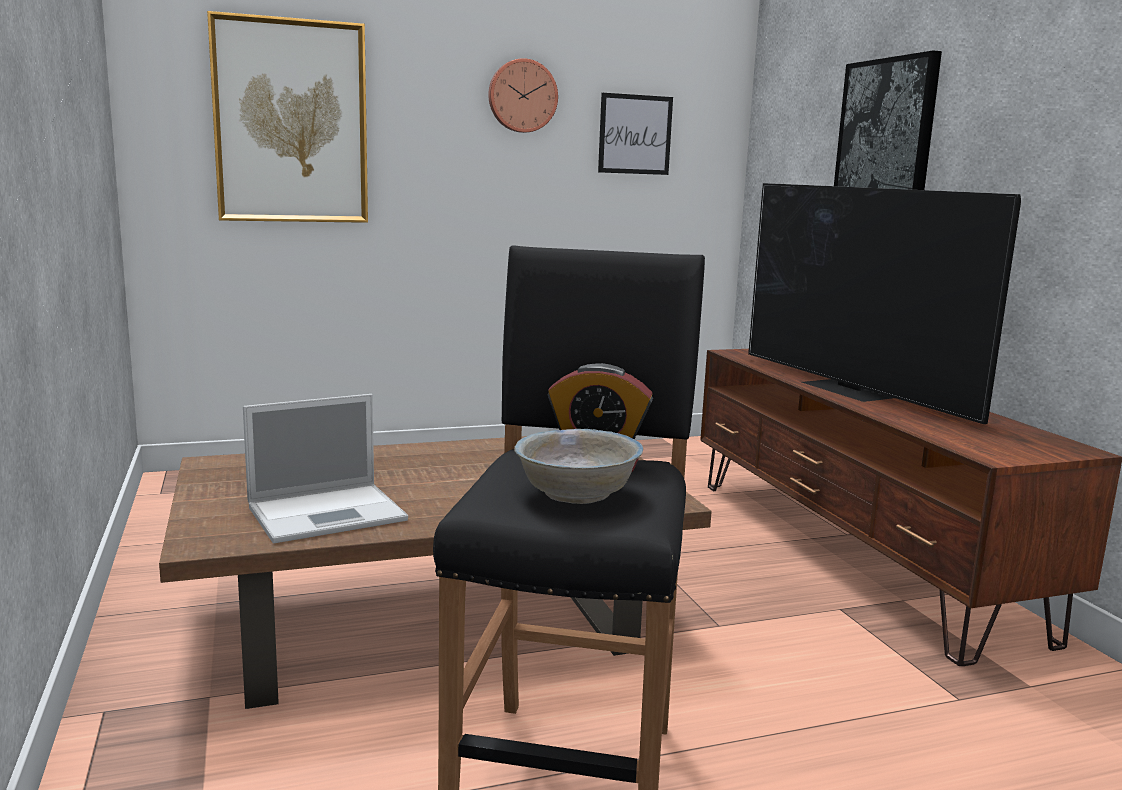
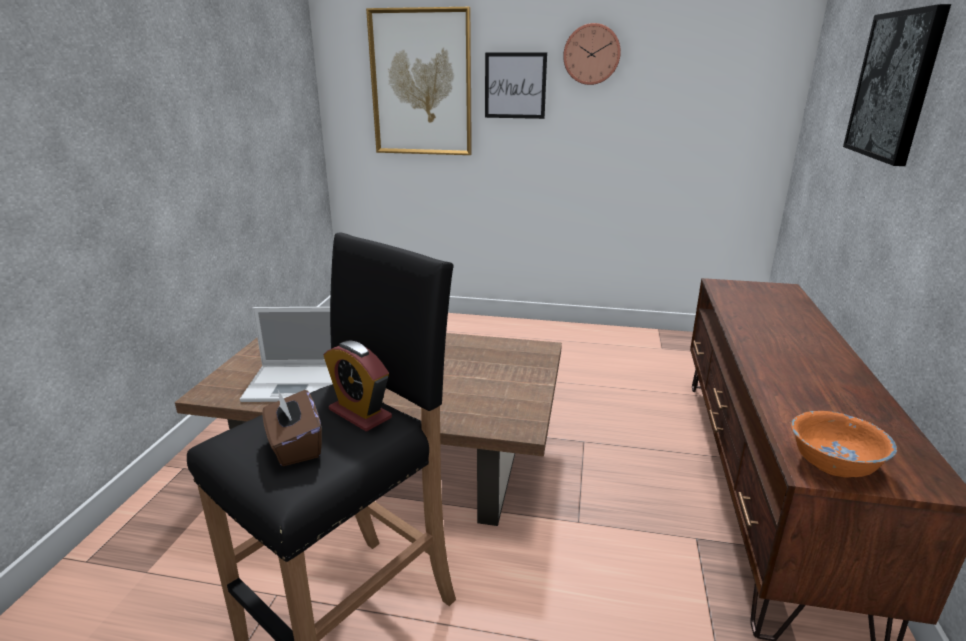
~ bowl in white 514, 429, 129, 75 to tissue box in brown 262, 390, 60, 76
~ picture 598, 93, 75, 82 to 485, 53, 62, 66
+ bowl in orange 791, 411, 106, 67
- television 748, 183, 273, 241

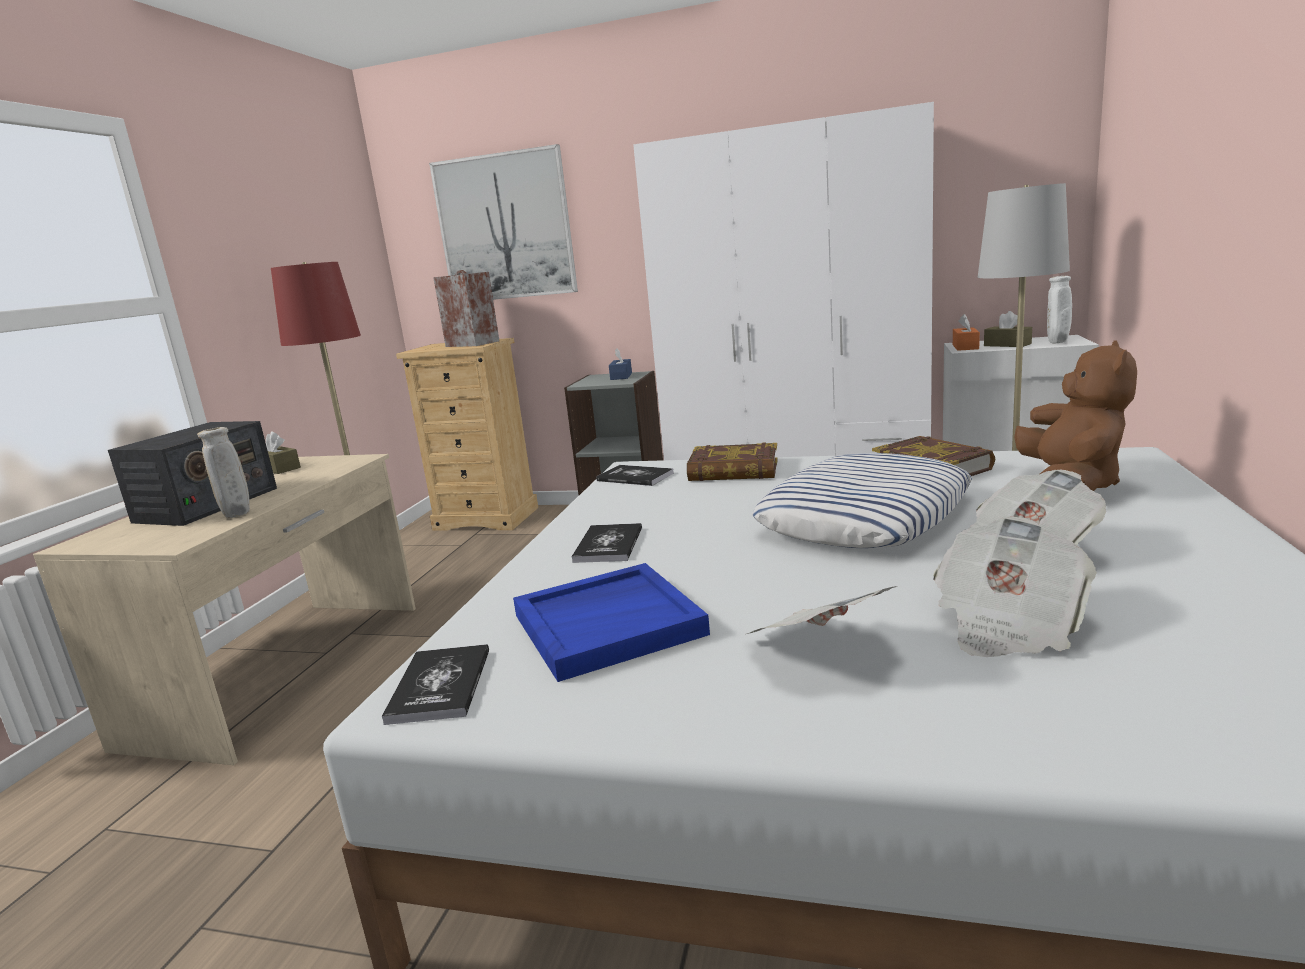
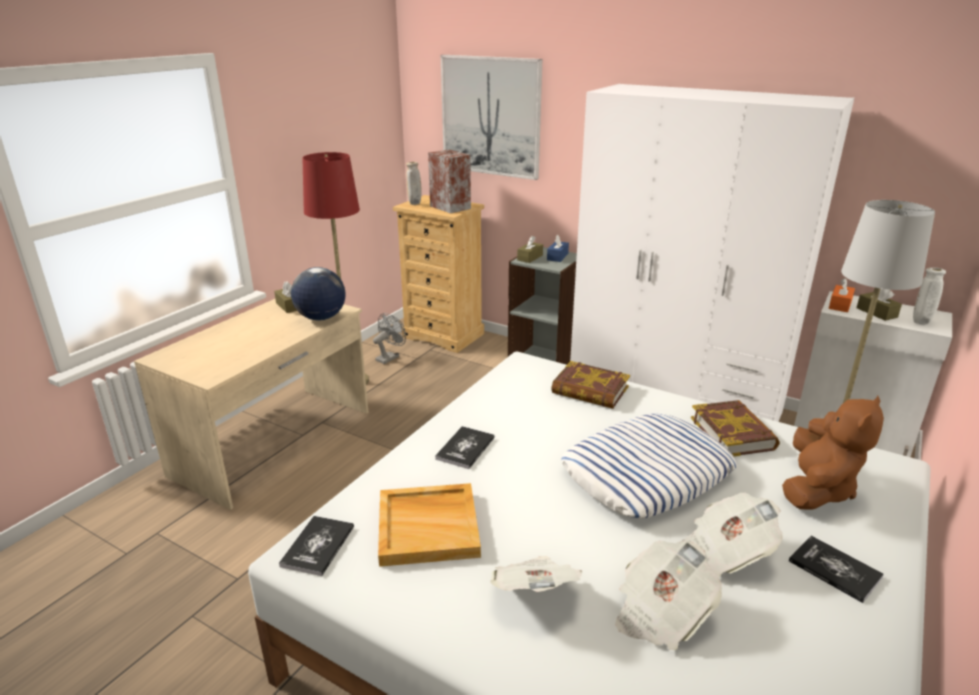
+ globe 291, 267, 54, 54
+ fan in grey 373, 313, 33, 51
~ tray in blue 513, 563, 197, 119 to tray in beige 378, 483, 103, 84
~ vase in beige 197, 427, 53, 91 to 406, 162, 16, 43
+ tissue box in brown 517, 236, 26, 27
~ book 596, 465, 78, 21 to 789, 536, 95, 67
- radio 108, 421, 169, 105

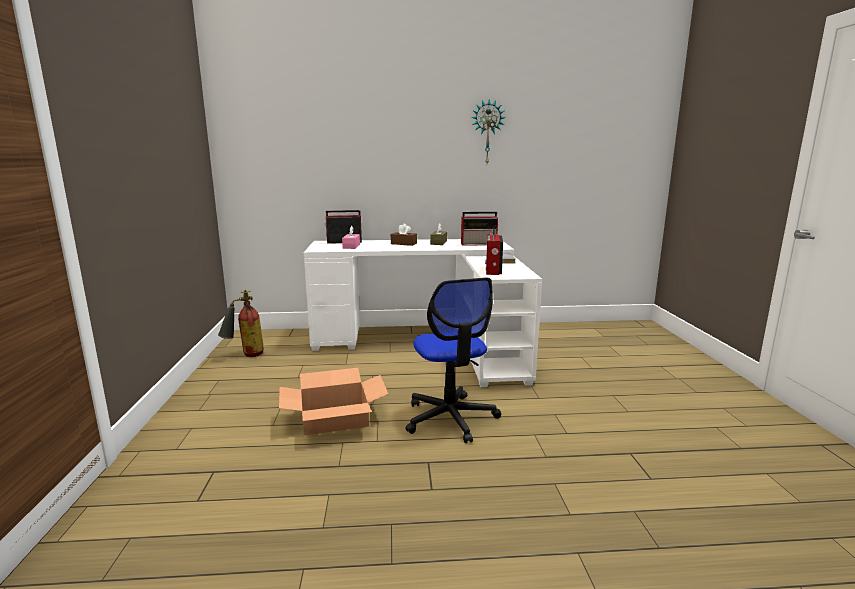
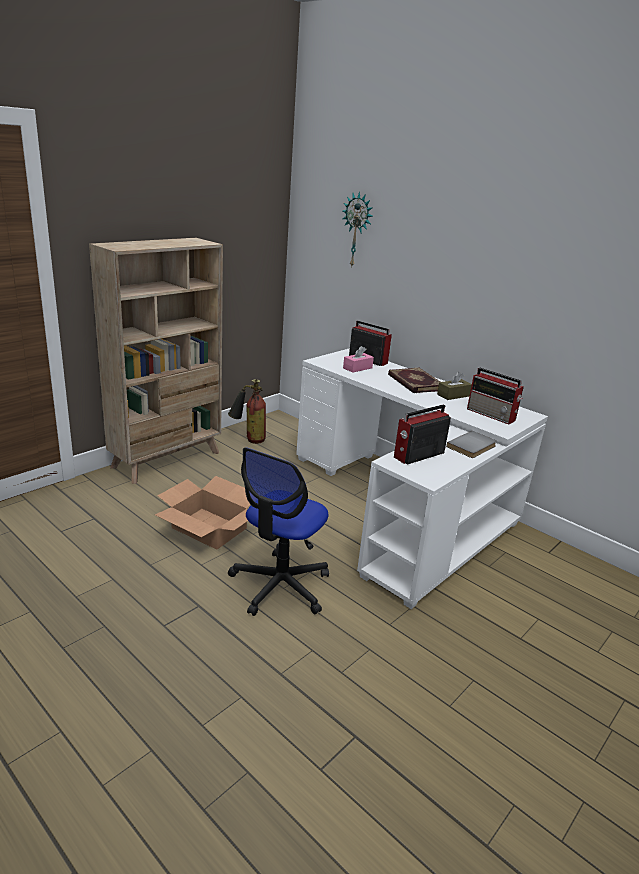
+ bookcase in beige 89, 238, 134, 246
~ wall clock 471, 99, 35, 65 to 342, 191, 31, 77
~ tissue box in brown 391, 224, 26, 22 to book 388, 368, 52, 25

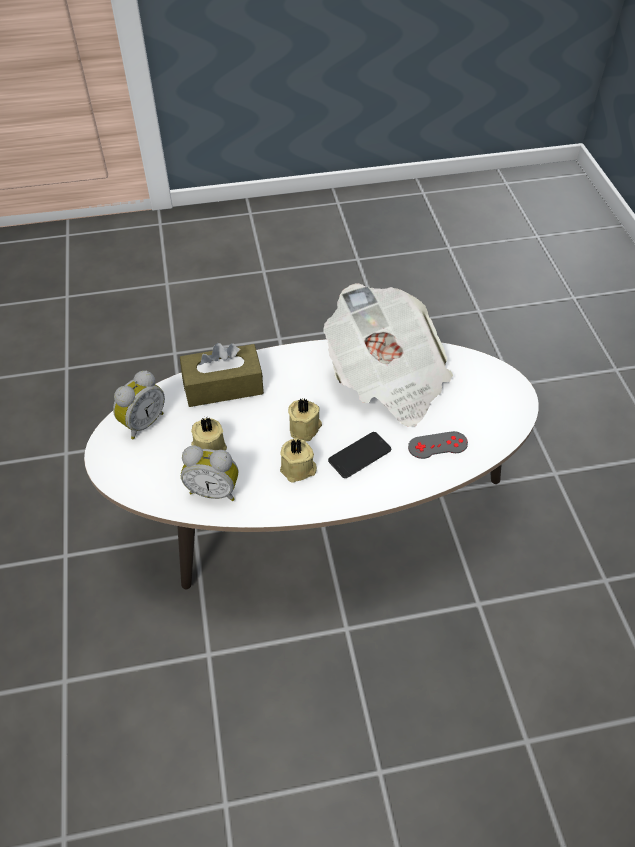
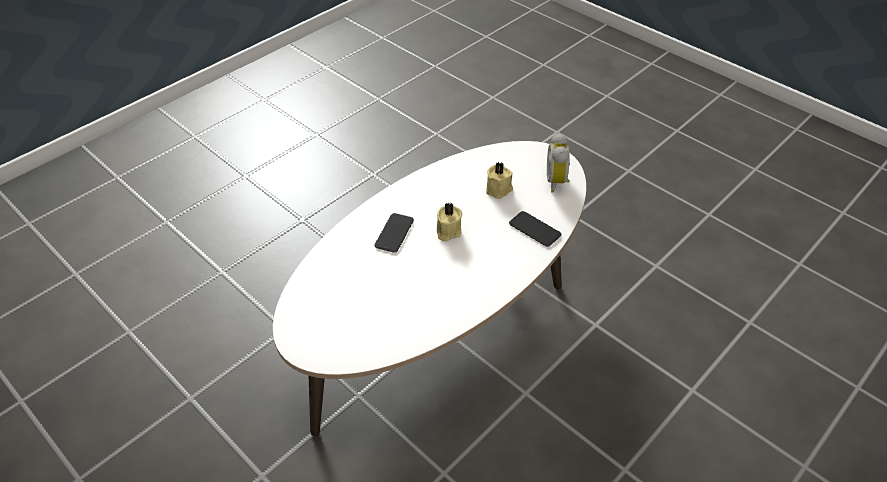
~ tissue box in brown 180, 343, 84, 64 to phone 509, 211, 52, 36
- alarm clock 181, 445, 57, 56
- candle in beige 280, 438, 37, 45
- newspaper 323, 283, 130, 144
- game controller in grey 408, 431, 60, 28

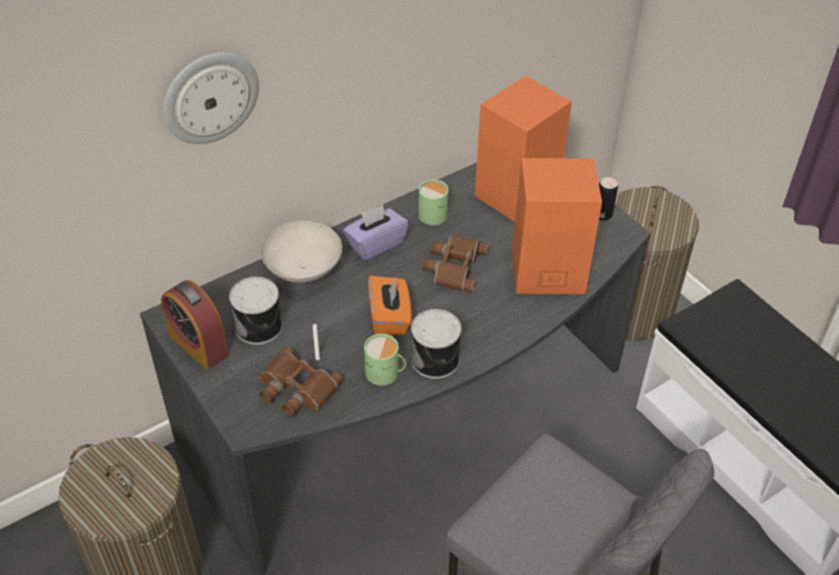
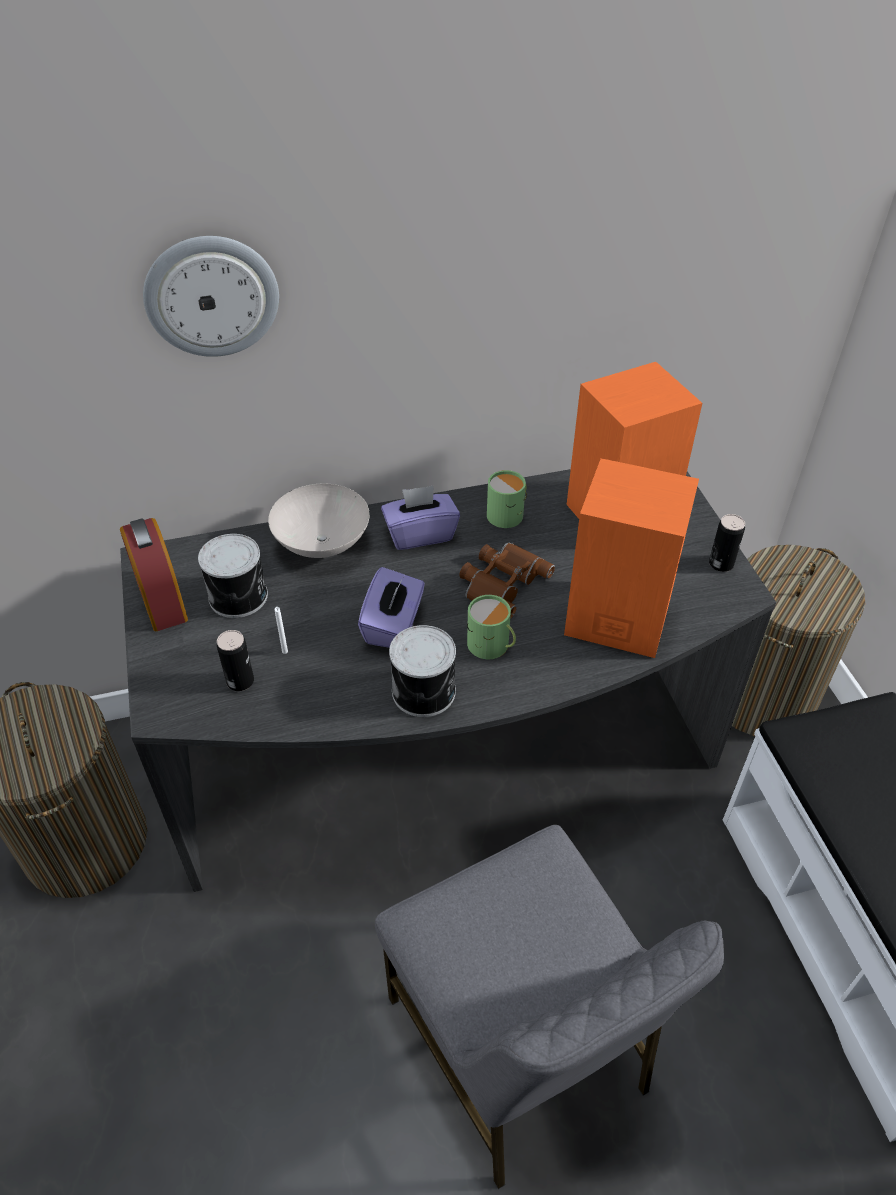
~ binoculars in brown 258, 347, 85, 69 to can 217, 630, 37, 61
~ tissue box in orange 368, 276, 43, 60 to tissue box in purple 358, 567, 67, 81
~ mug in green 364, 334, 42, 52 to 467, 595, 49, 64

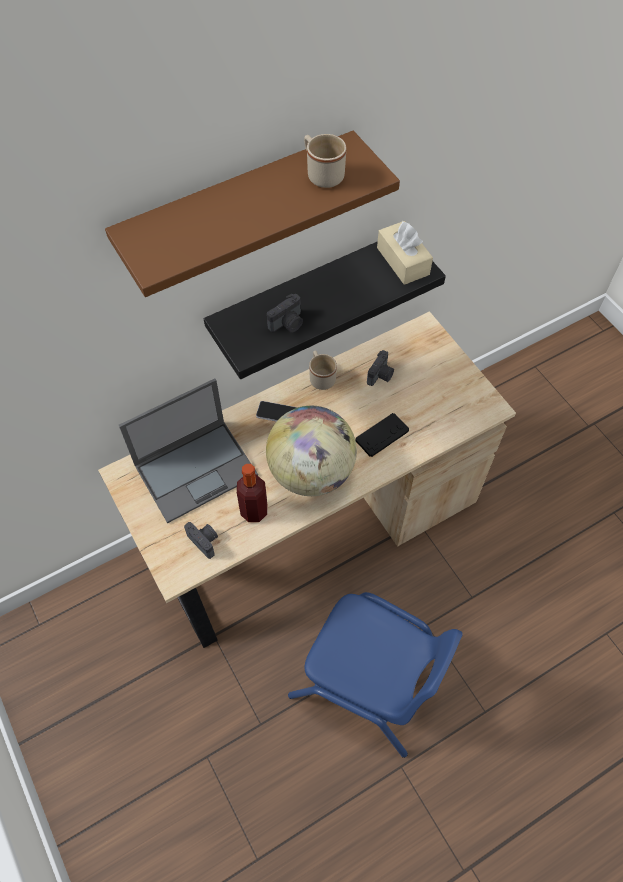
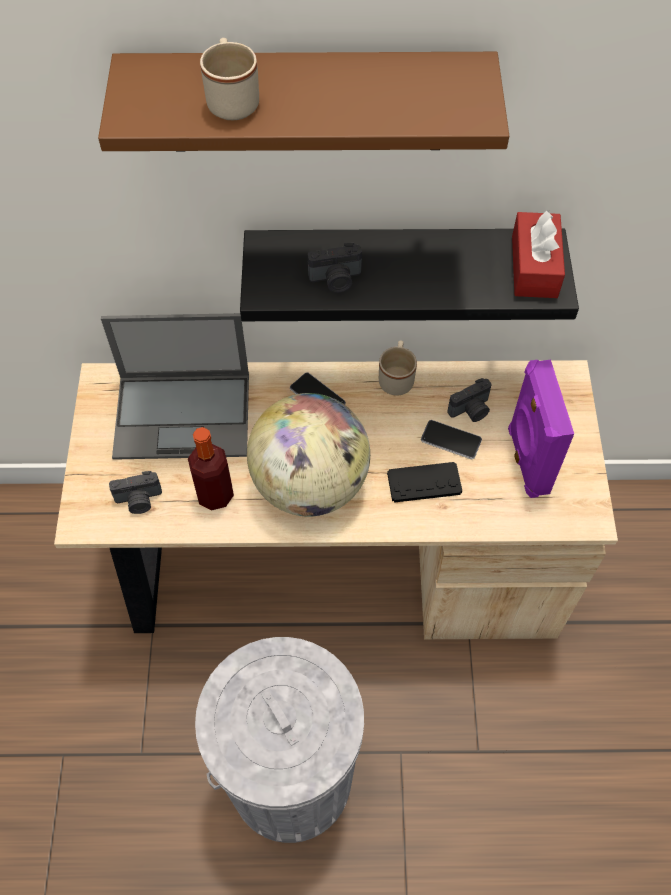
~ photo camera 184, 522, 34, 37 = 109, 471, 53, 43 90 degrees clockwise
~ chair in blue 288, 592, 175, 166 to trash can in grey 195, 637, 169, 206
~ mug in beige 304, 134, 42, 54 to 200, 38, 59, 82
+ phone 421, 420, 61, 39
+ speaker in purple 508, 360, 66, 138
~ tissue box in beige 377, 221, 56, 64 to tissue box in red 512, 210, 53, 88

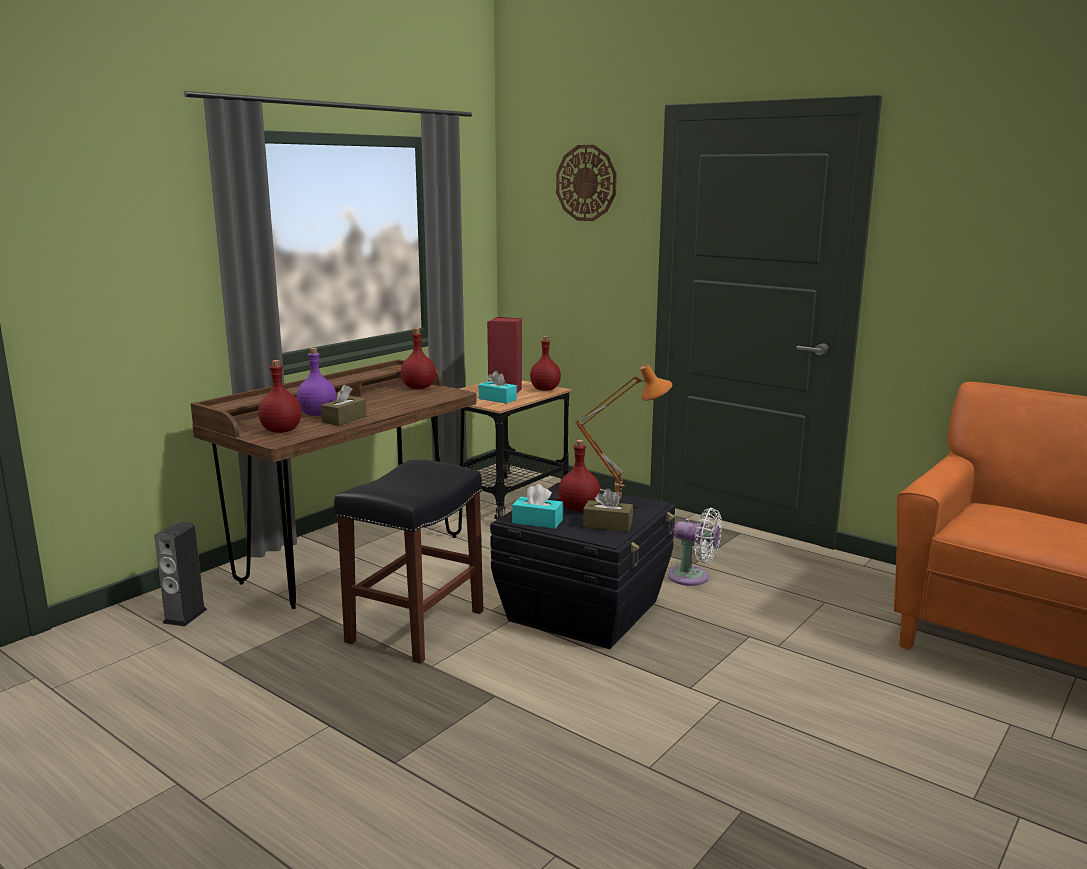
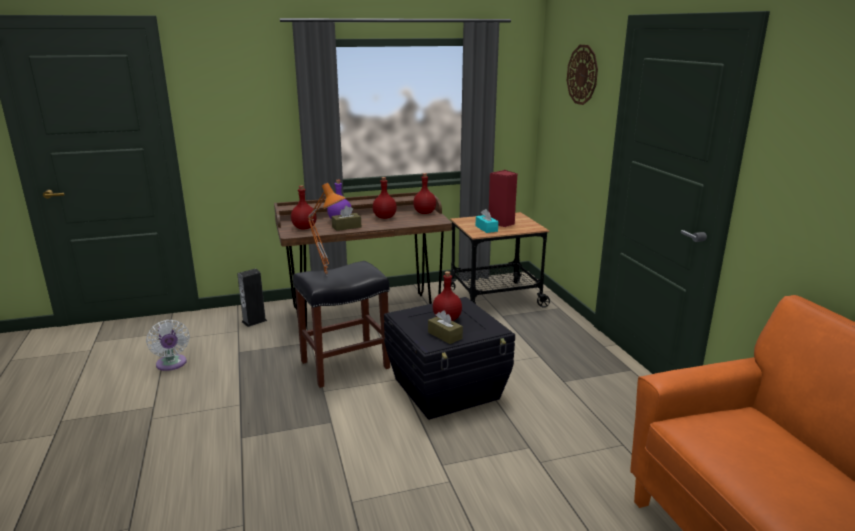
~ fan in white 668, 508, 54, 78 to 146, 320, 44, 51
~ table lamp in orange 575, 364, 97, 135 to 308, 183, 37, 93
~ bottle in red 530, 336, 31, 55 to 373, 177, 24, 42
- tissue box in turquoise 512, 484, 51, 45

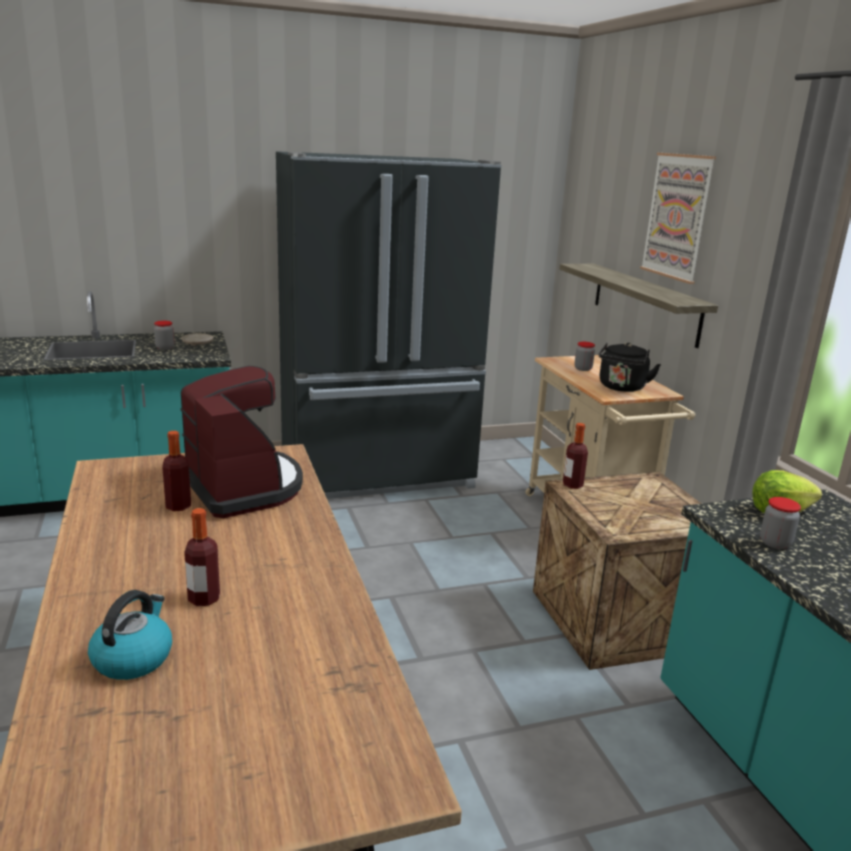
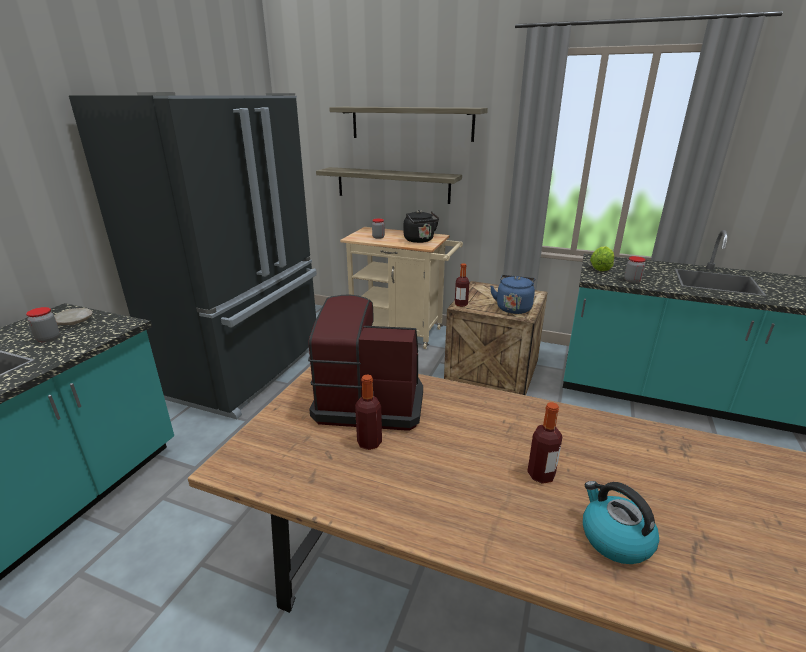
~ picture 640, 153, 76, 131 to shelf 329, 107, 159, 35
+ kettle in blue 490, 275, 46, 39

